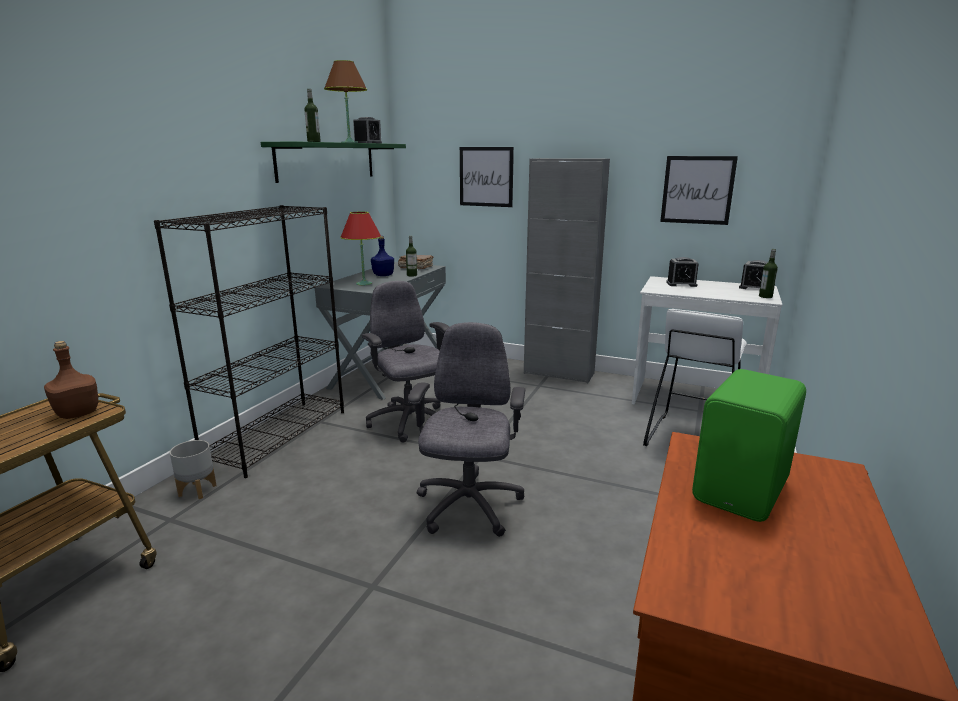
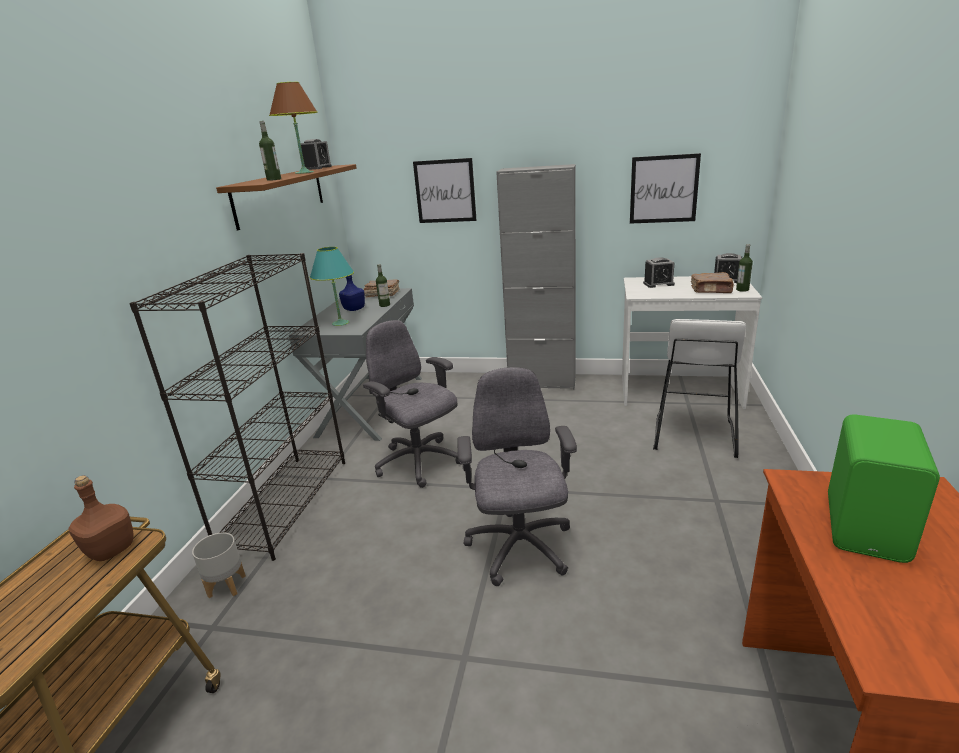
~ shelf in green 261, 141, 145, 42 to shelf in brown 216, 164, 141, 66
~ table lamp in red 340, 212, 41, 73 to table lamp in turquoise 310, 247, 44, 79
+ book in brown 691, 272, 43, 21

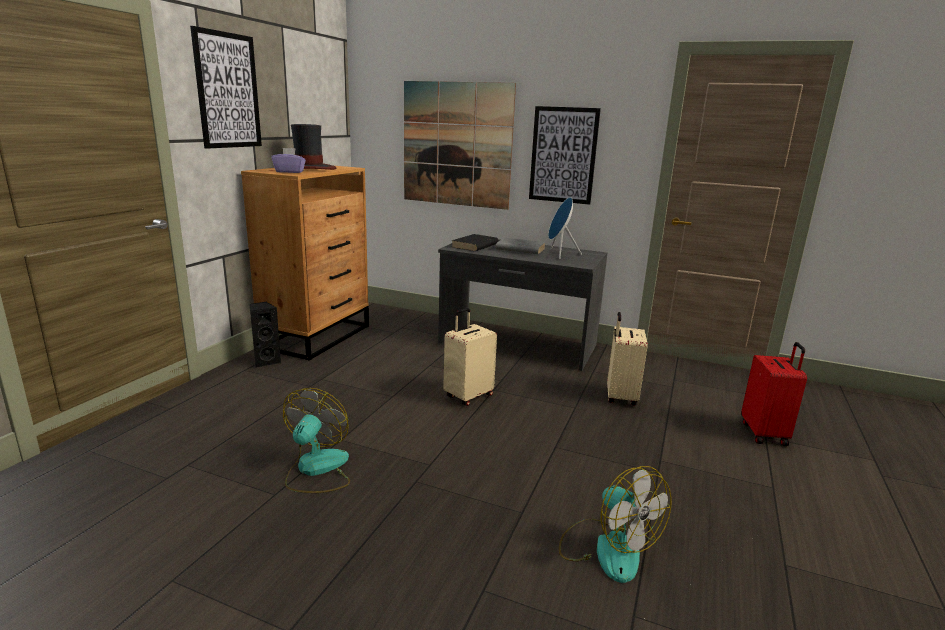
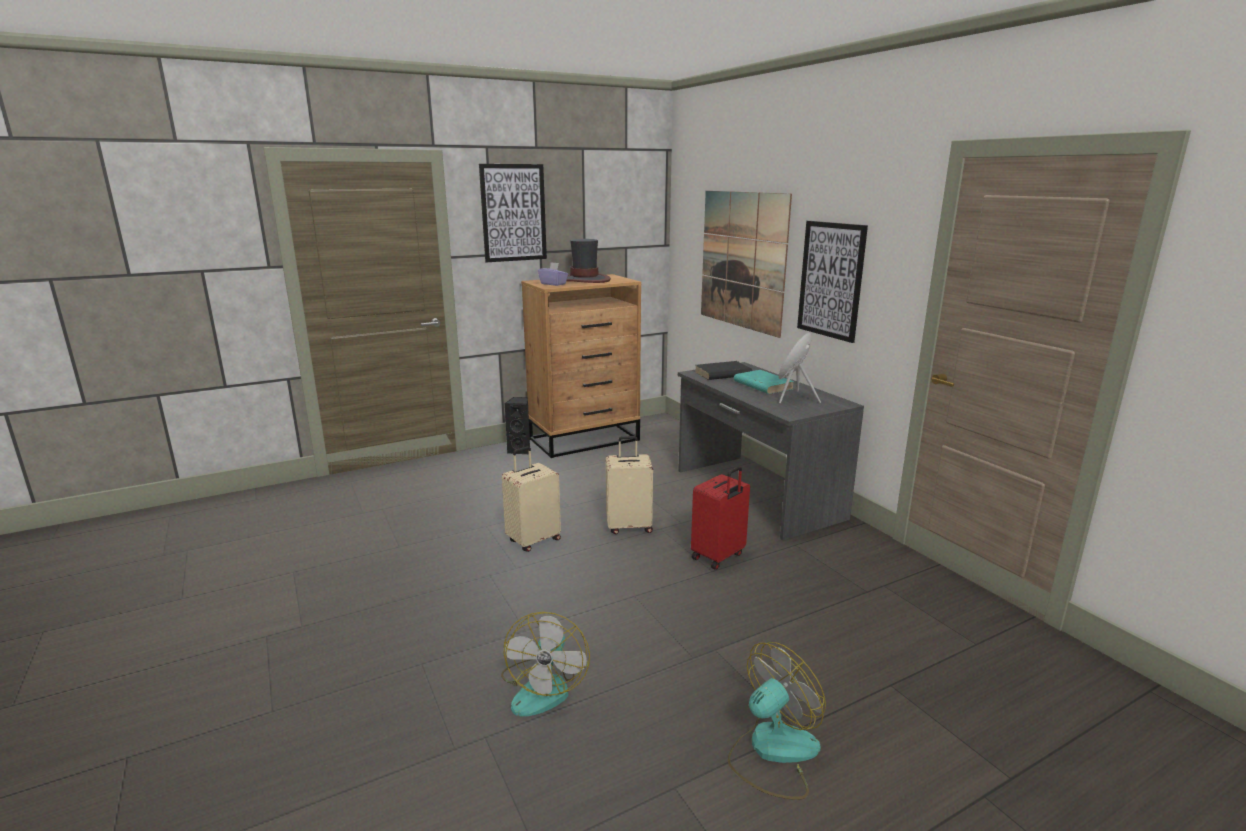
~ suitcase in beige 607, 312, 41, 94 to 502, 446, 59, 106
~ suitcase in red 741, 342, 66, 104 to 691, 466, 59, 104
~ fan 283, 388, 67, 105 to 728, 642, 98, 158
~ book in grey 496, 238, 50, 16 to book in turquoise 734, 370, 60, 24

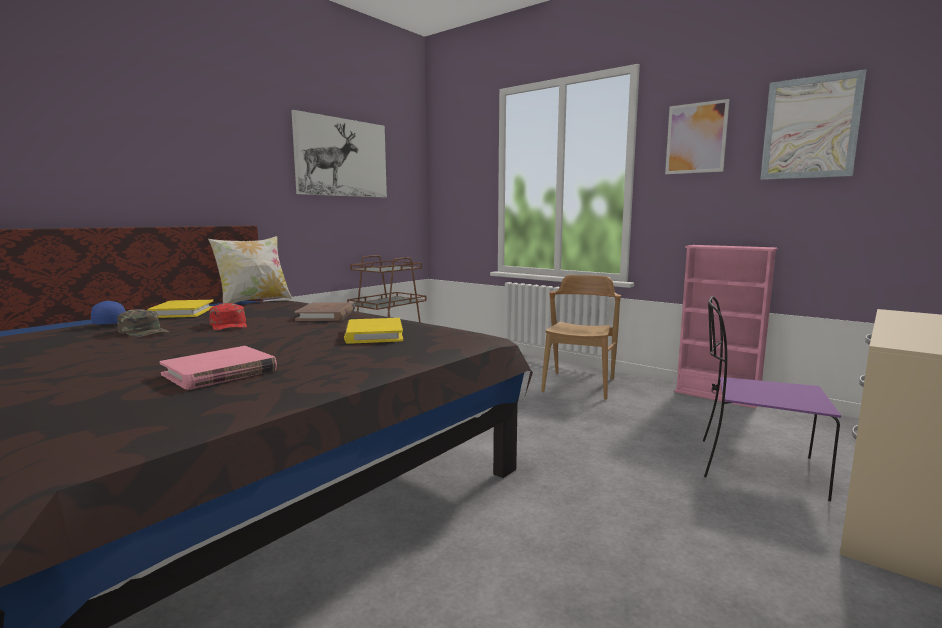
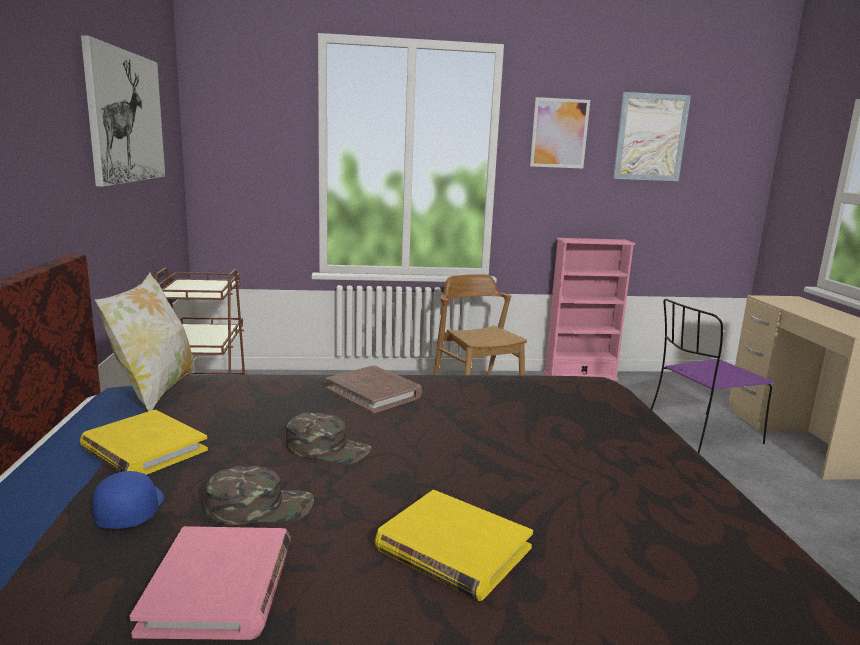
~ book in pink 160, 346, 117, 44 to 130, 526, 161, 114
~ cap in red 209, 303, 38, 27 to cap in green 286, 413, 86, 52
~ book in yellow 344, 318, 59, 26 to 375, 490, 158, 111

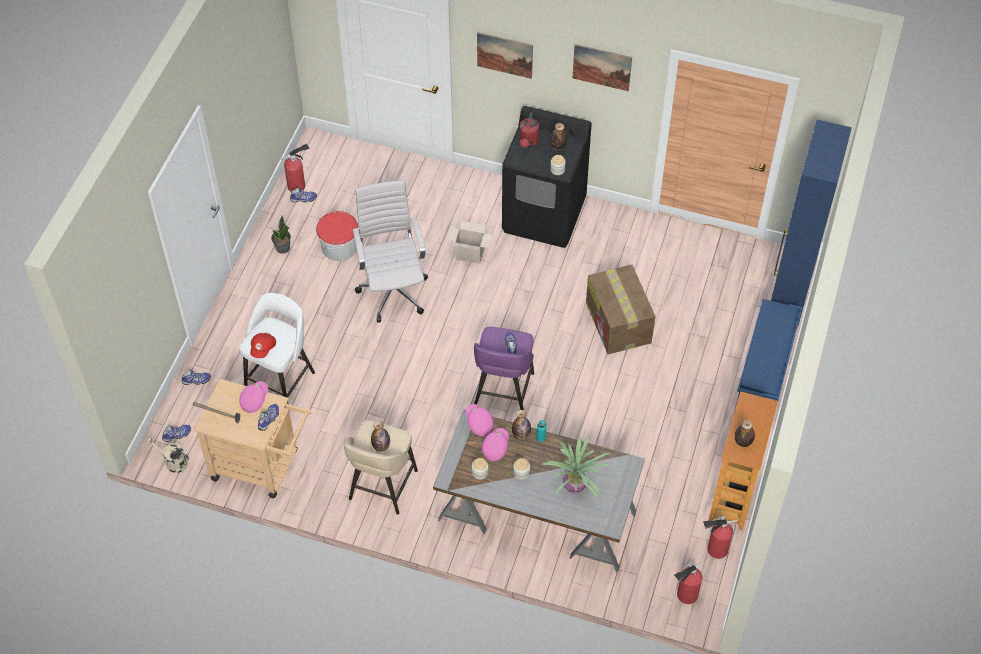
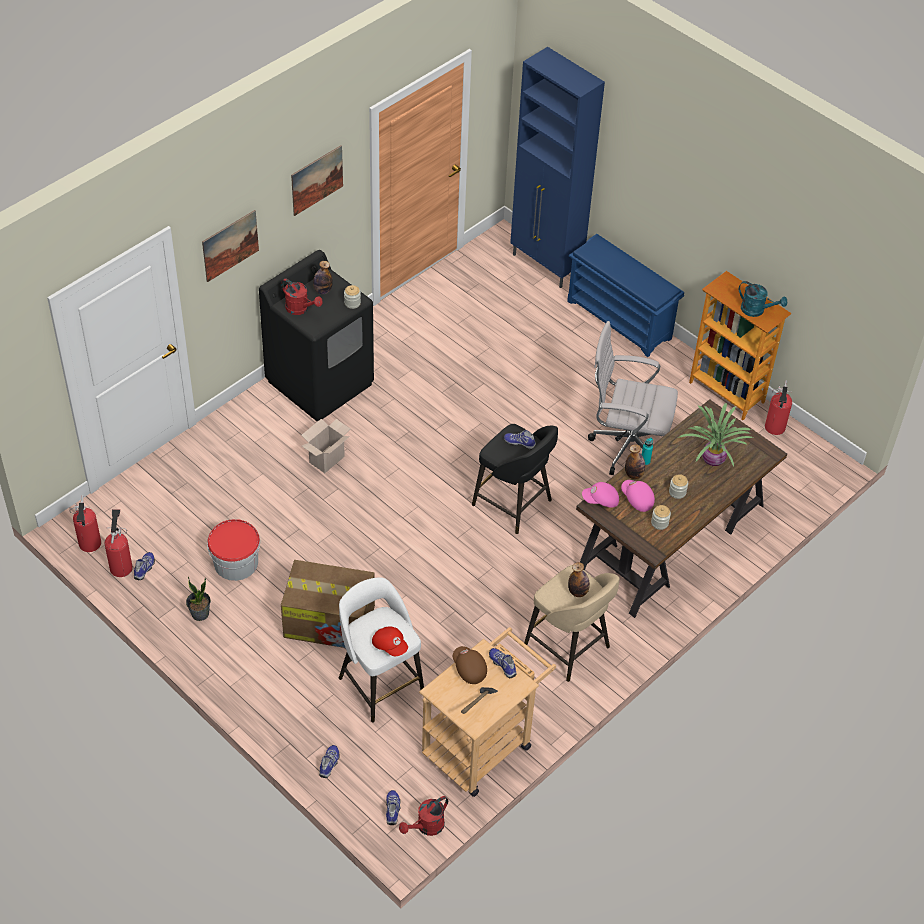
~ fire extinguisher 674, 562, 30, 42 to 69, 495, 32, 57
~ cardboard box 586, 264, 69, 90 to 281, 560, 94, 88
~ watering can in beige 145, 437, 44, 36 to watering can in red 399, 796, 49, 40
~ cap in pink 239, 381, 29, 32 to cap in brown 453, 646, 34, 38
~ stool in purple 474, 327, 60, 83 to stool in black 472, 424, 86, 110
~ desk in grey 433, 409, 212, 164 to desk in brown 576, 399, 211, 219
~ office chair in white 353, 180, 75, 143 to 588, 321, 90, 154
~ bottle 735, 419, 20, 28 to watering can in turquoise 739, 281, 48, 36

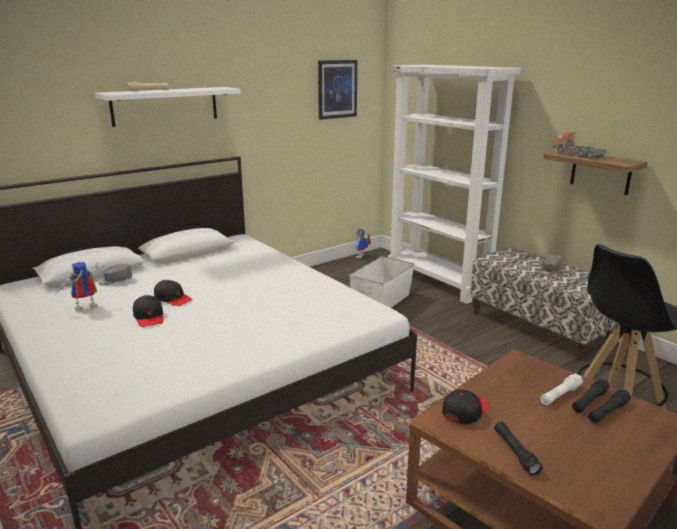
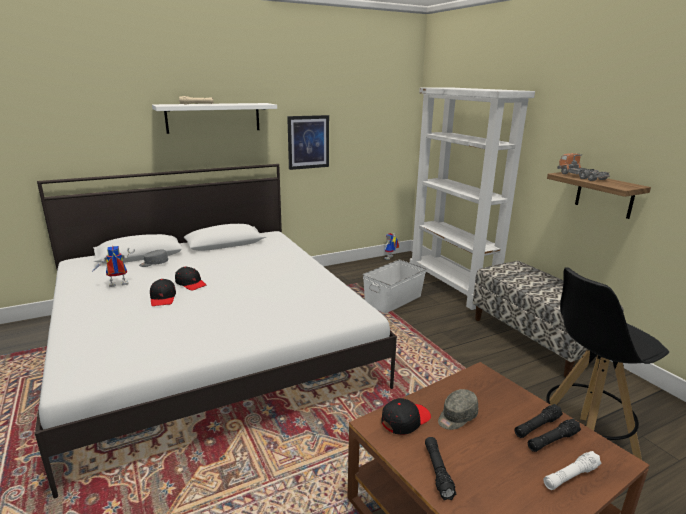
~ picture 318, 60, 39, 60 to 287, 115, 42, 55
~ cap in grey 540, 255, 23, 21 to 438, 389, 40, 41
~ flashlight in white 540, 374, 43, 31 to 543, 451, 58, 39

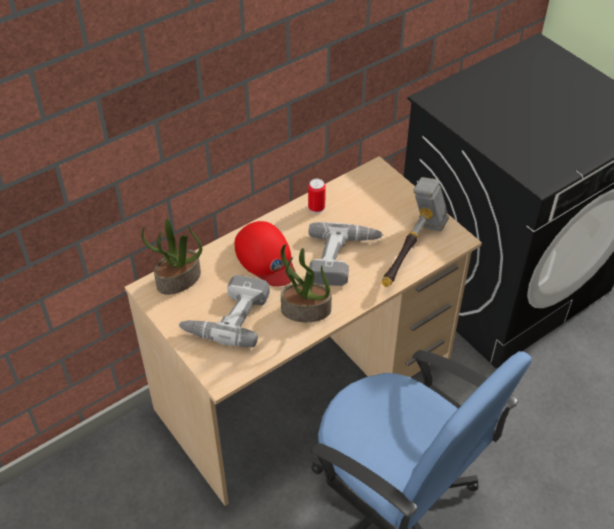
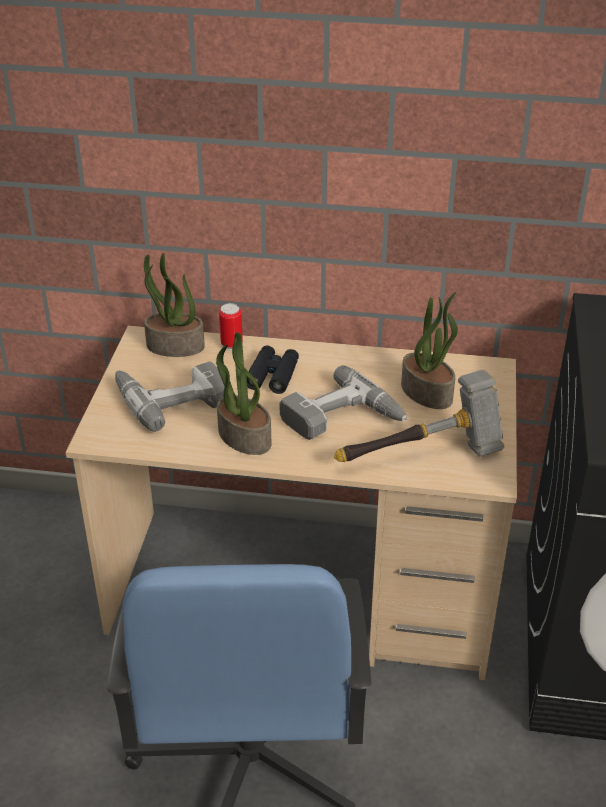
~ can 308, 179, 18, 35 to 219, 303, 24, 47
~ cap in red 235, 221, 60, 66 to binoculars in black 247, 346, 52, 48
+ potted plant 401, 292, 57, 117

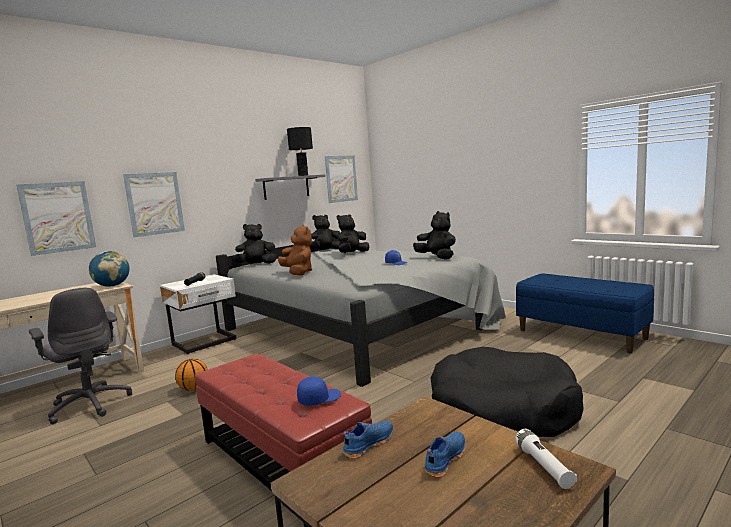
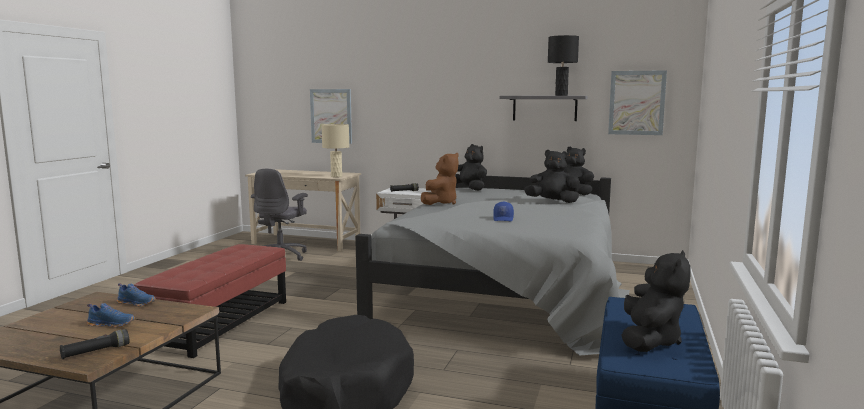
~ flashlight in white 515, 429, 62, 60 to flashlight in black 60, 329, 69, 30
~ globe 89, 251, 41, 36 to table lamp in beige 322, 124, 27, 53
~ plush toy in black 413, 211, 43, 49 to 622, 250, 69, 102
- picture 123, 172, 62, 65
- basketball 175, 358, 33, 33
- cap in blue 297, 376, 44, 30

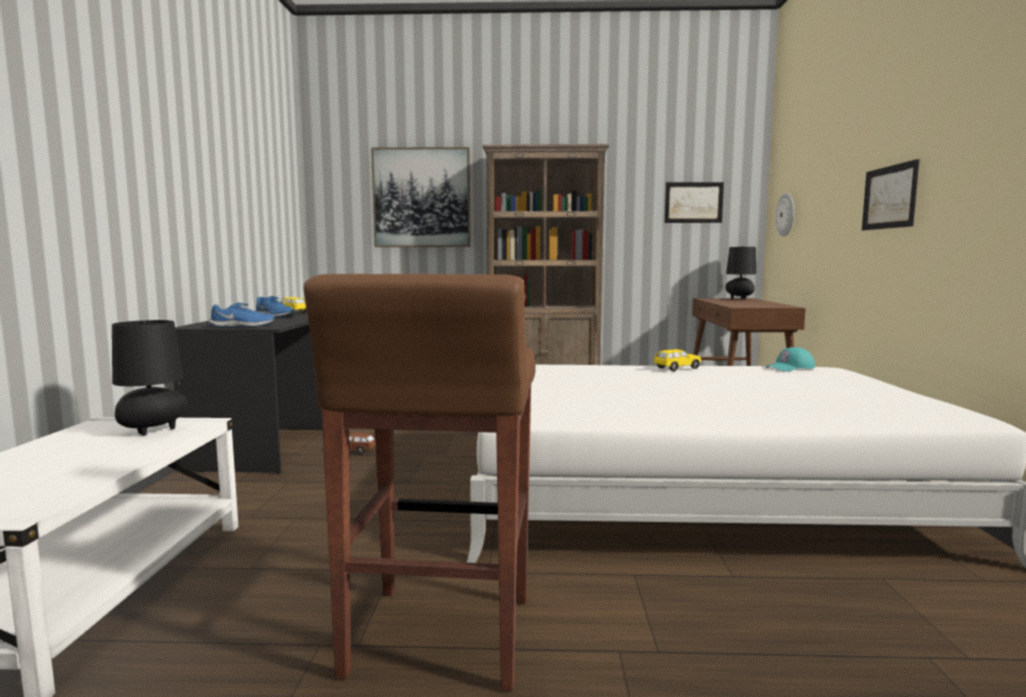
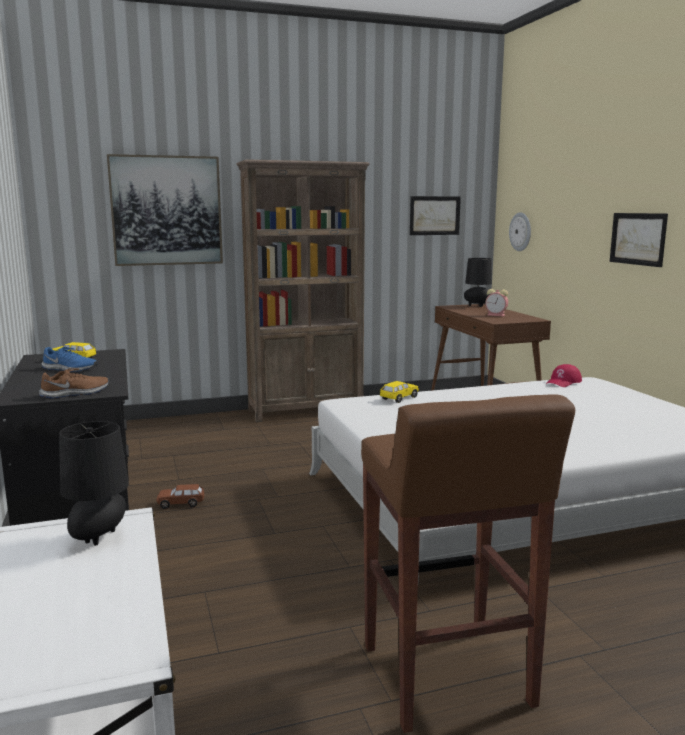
~ shoe in blue 209, 303, 66, 25 to shoe in brown 39, 368, 70, 30
~ toy car in yellow 654, 349, 47, 22 to 380, 381, 39, 22
+ alarm clock 485, 289, 23, 27
~ cap in turquoise 766, 347, 49, 25 to cap in red 546, 364, 36, 23

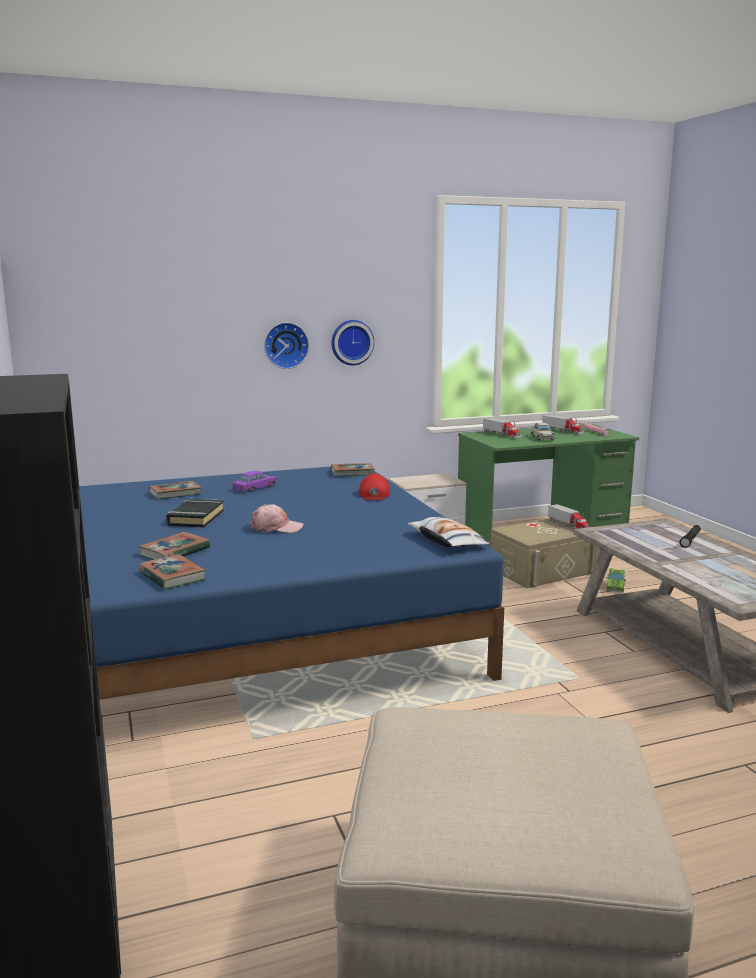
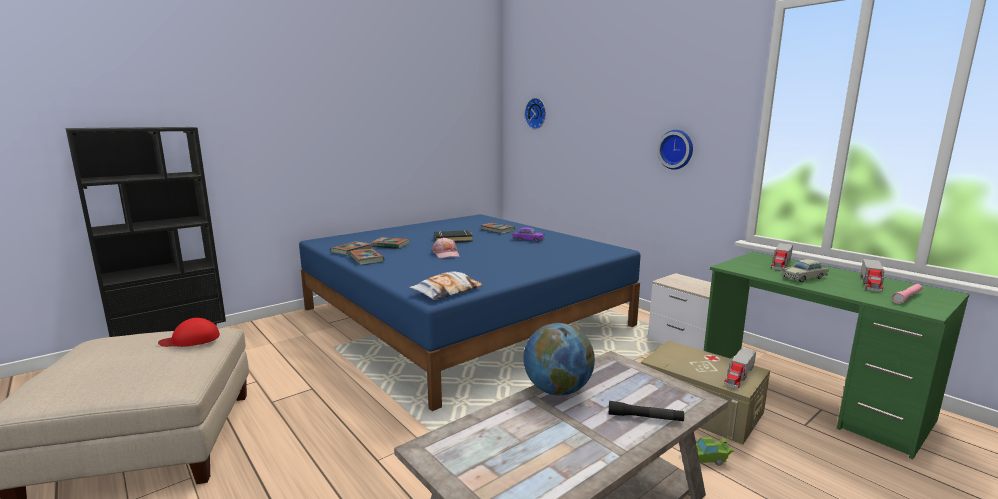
~ cap in red 359, 473, 31, 27 to 158, 318, 62, 29
~ book 331, 463, 44, 14 to 349, 249, 36, 16
+ globe 523, 323, 72, 72
~ wall clock 264, 322, 45, 47 to 525, 98, 21, 31

